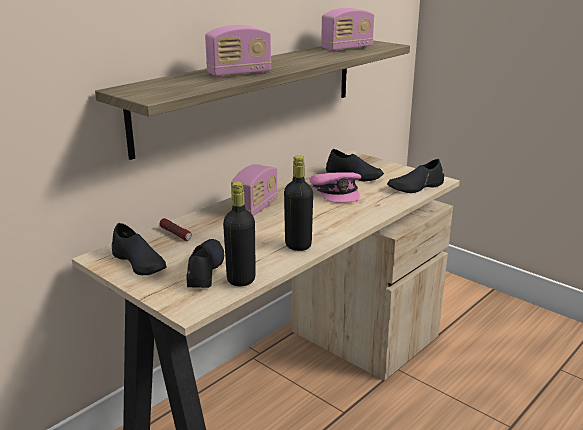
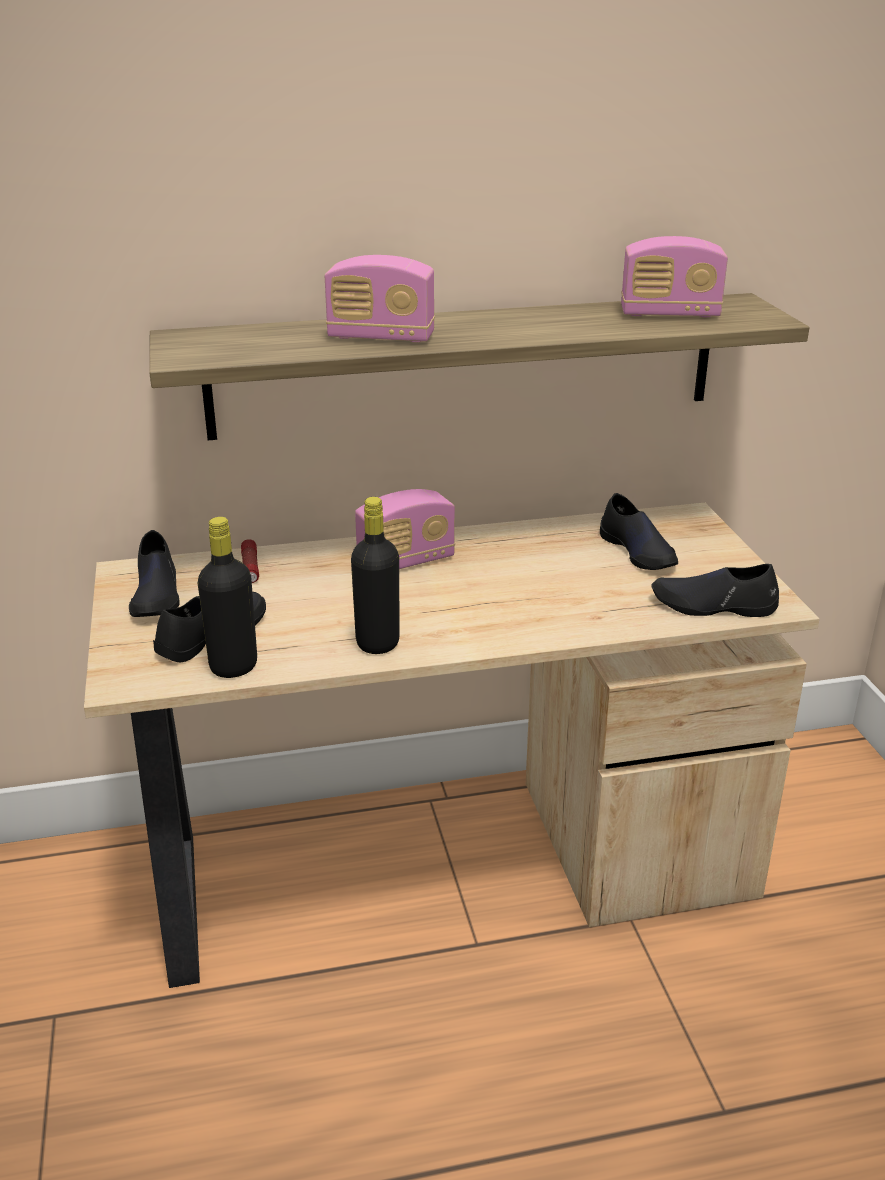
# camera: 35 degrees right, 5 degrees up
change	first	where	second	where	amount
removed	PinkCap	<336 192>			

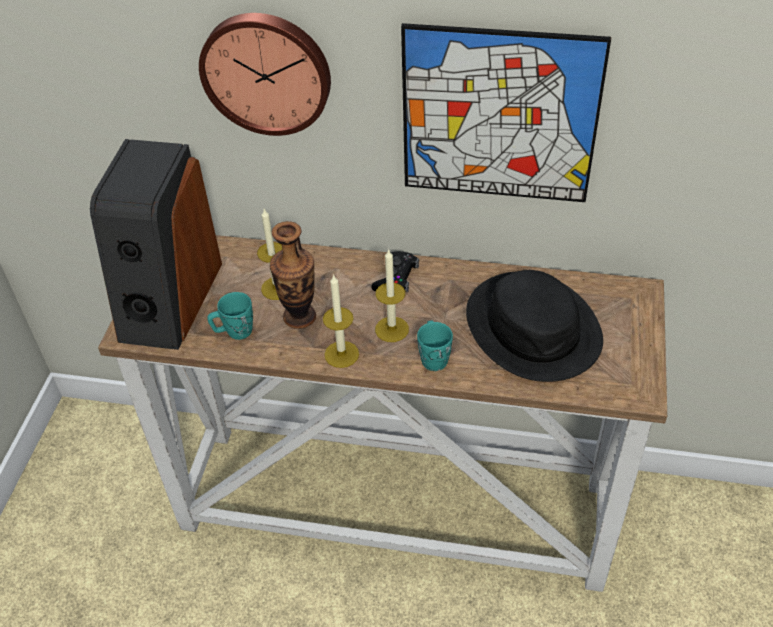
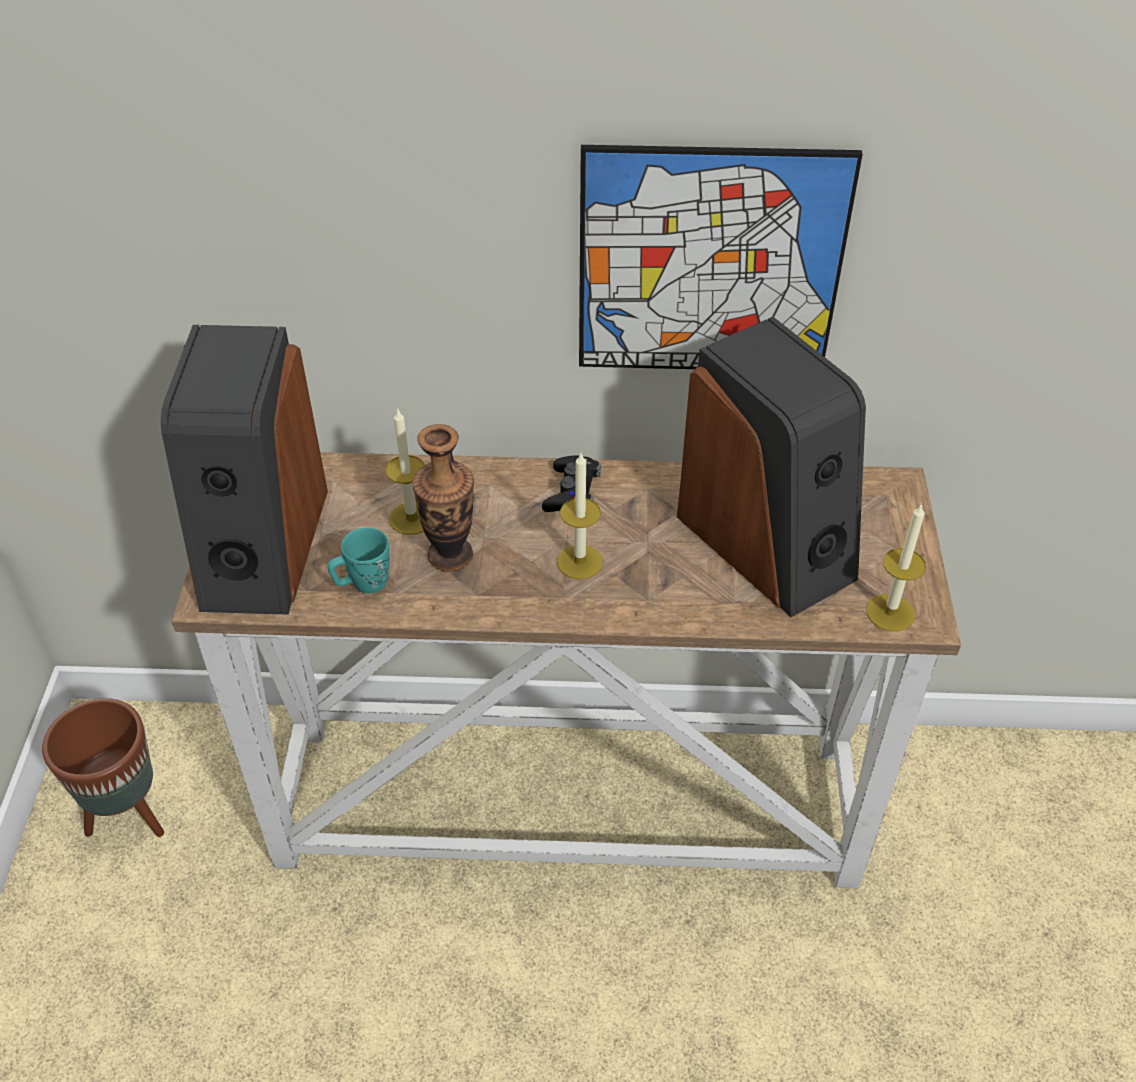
# camera: 10 degrees left, 0 degrees up
change	first	where	second	where	amount
removed	WallClock	<267 72>			
moved	Candle	<341 354>		<890 613>	
removed	TurquoiseMug	<433 357>			
replaced	BlackHat	<533 327>	Speaker	<767 543>	
added			BrownPlanter	<129 816>	

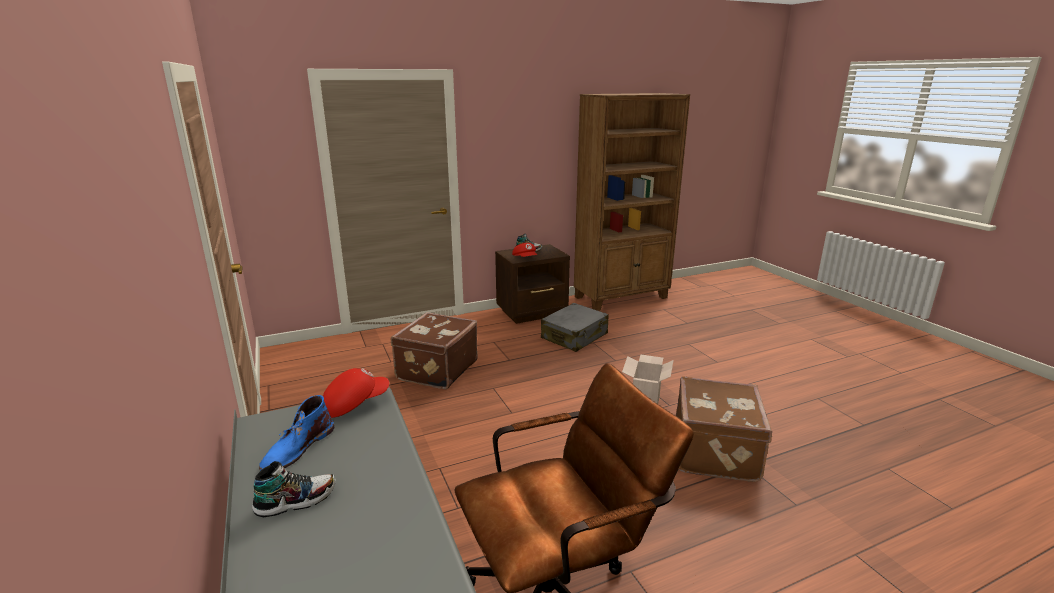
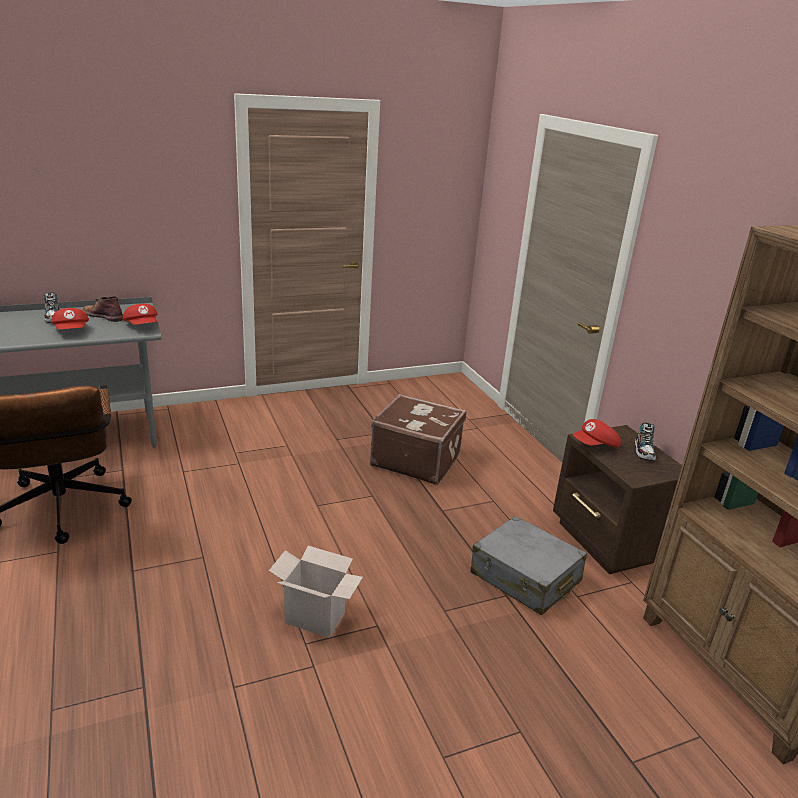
# camera: 90 degrees right, 5 degrees up
change	first	where	second	where	amount
recoloured	BlueBoot	<297 448>	BrownBoot	<103 316>	
removed	BrownSuitcase	<717 451>			
added			RedCap	<72 331>	

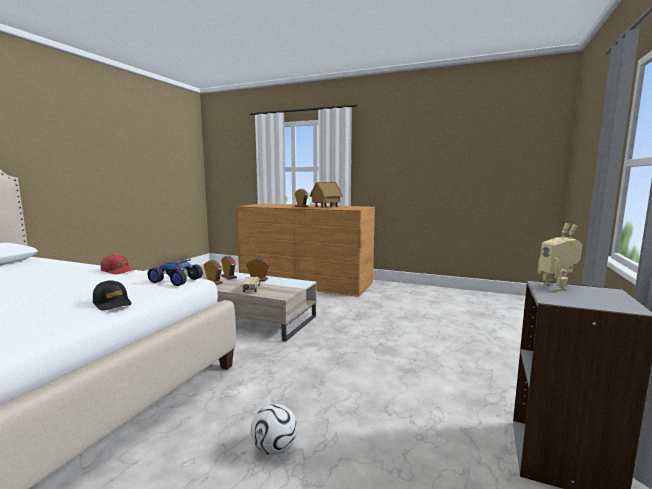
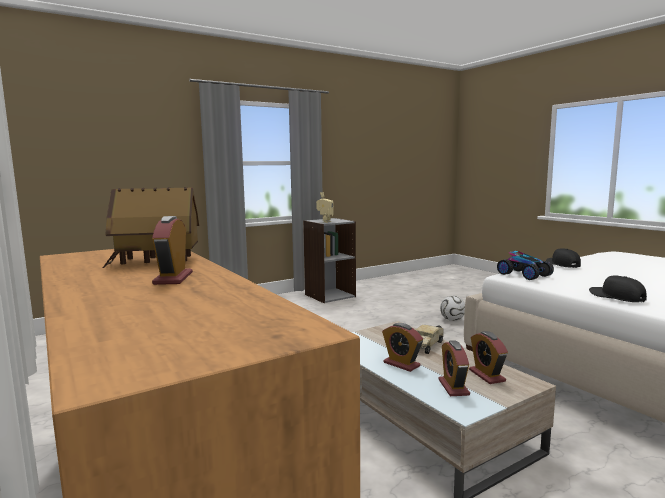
# camera: 145 degrees left, 0 degrees up
change	first	where	second	where	amount
recoloured	RedCap	<118 271>	BlackCap	<616 297>	

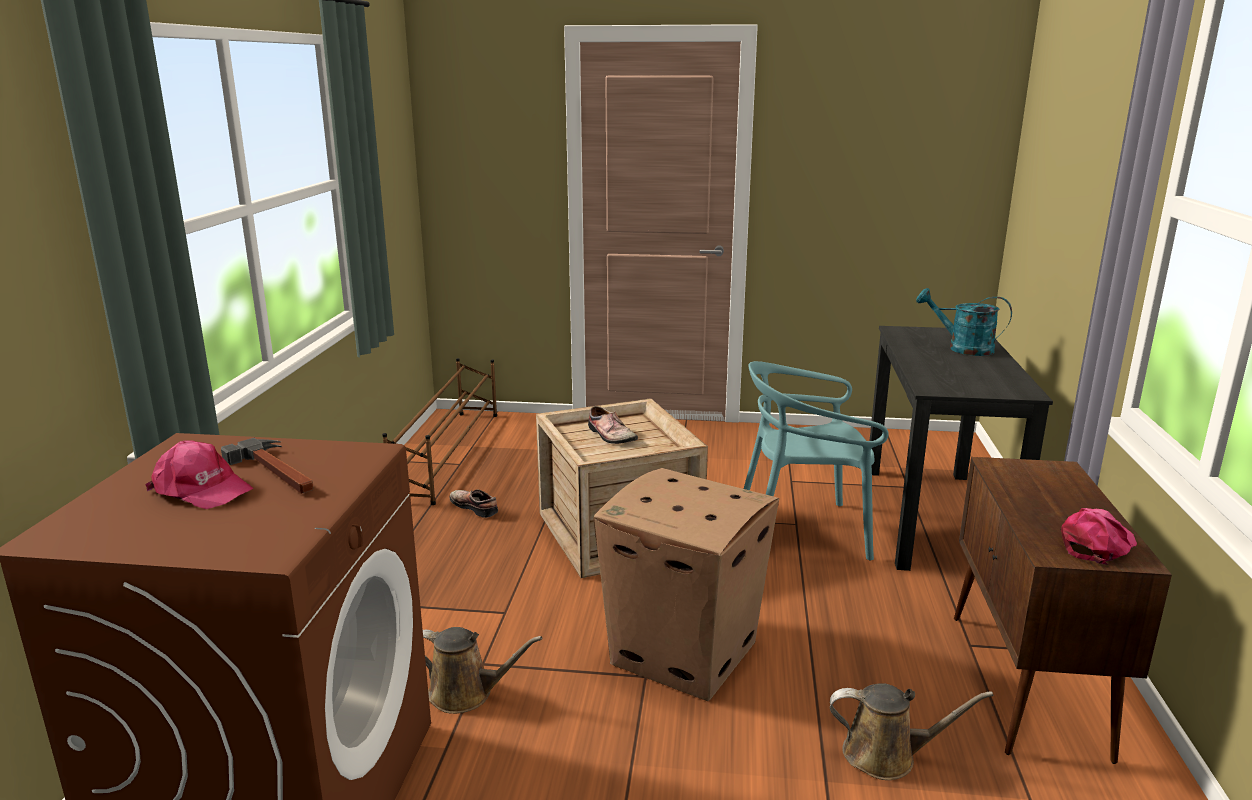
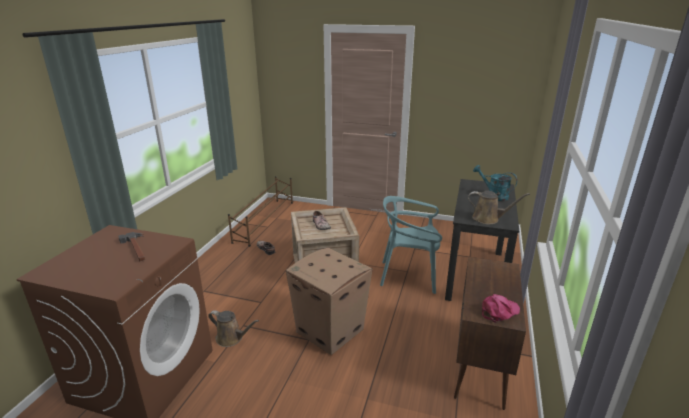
# camera: 10 degrees right, 5 degrees up
change	first	where	second	where	amount
removed	PinkCap	<201 490>			
moved	BrownWateringCan	<886 755>		<488 219>	

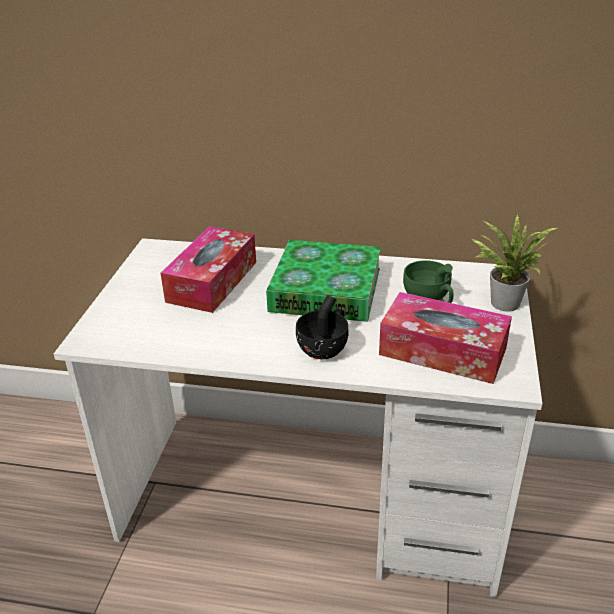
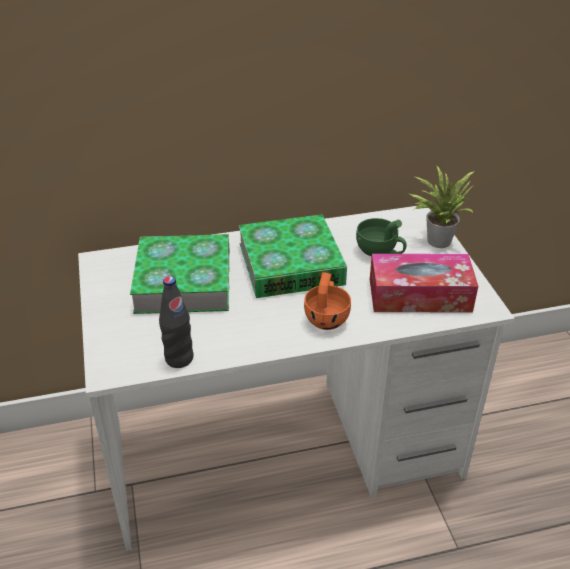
# camera: 25 degrees left, 5 degrees up
change	first	where	second	where	amount
replaced	TissueBox	<212 281>	Book	<183 281>	
recoloured	BlackCup	<325 347>	OrangeCup	<327 317>	
added			BlackBottle	<179 358>	

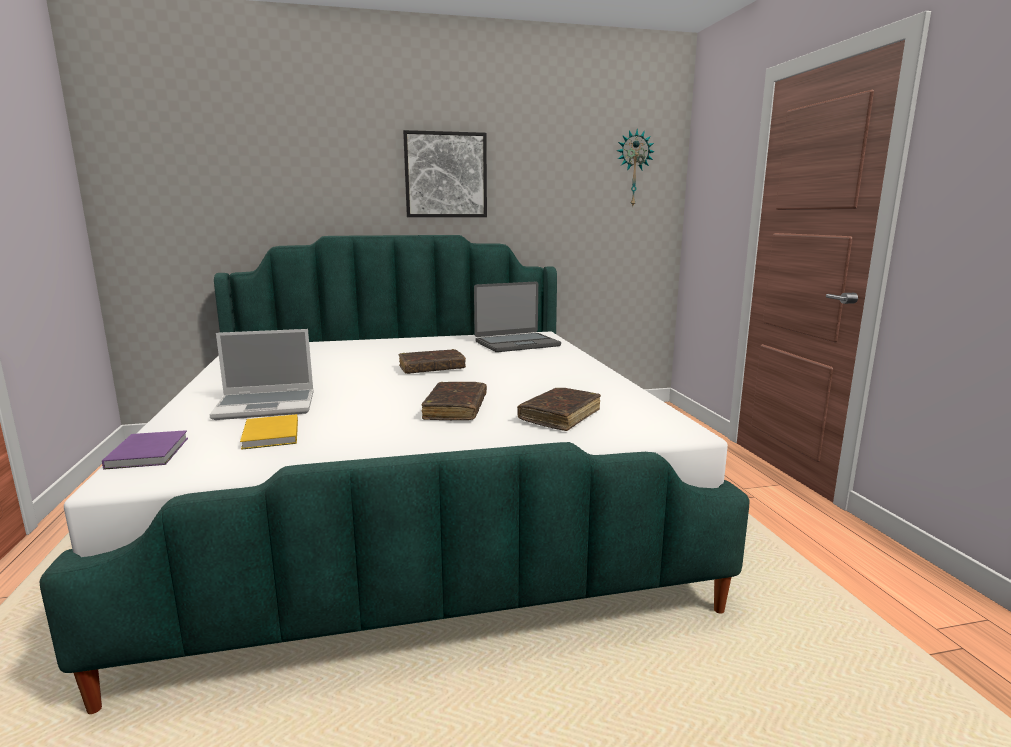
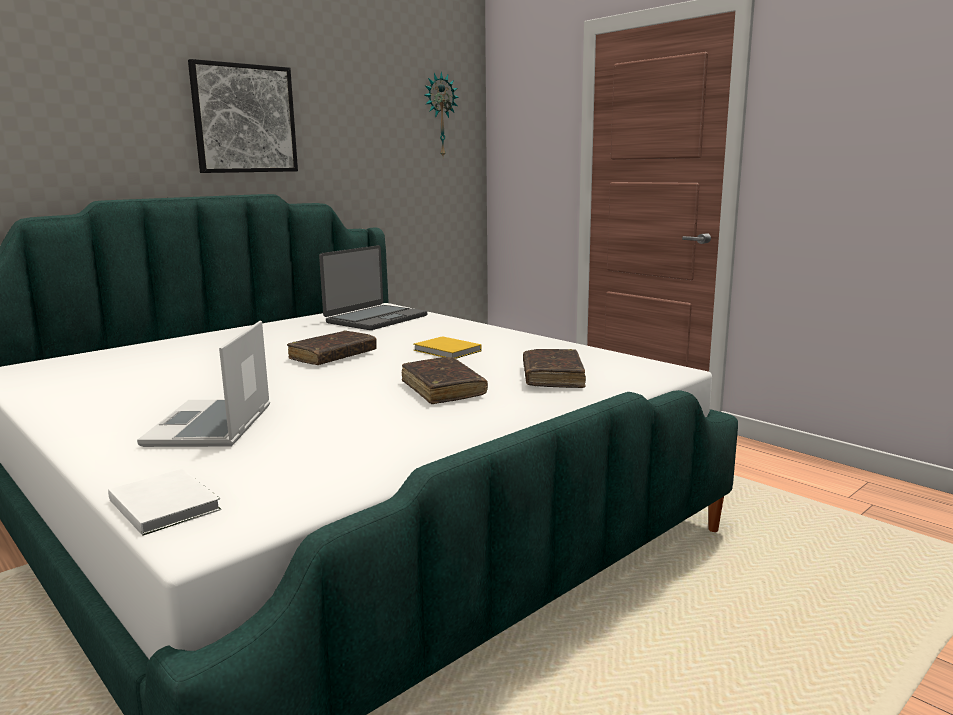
# camera: 30 degrees left, 0 degrees up
change	first	where	second	where	amount
recoloured	PurpleBook	<150 452>	WhiteBook	<165 503>	
turned	Laptop	<267 406>		<211 426>	135 degrees clockwise
moved	YellowBook	<269 435>		<447 351>	

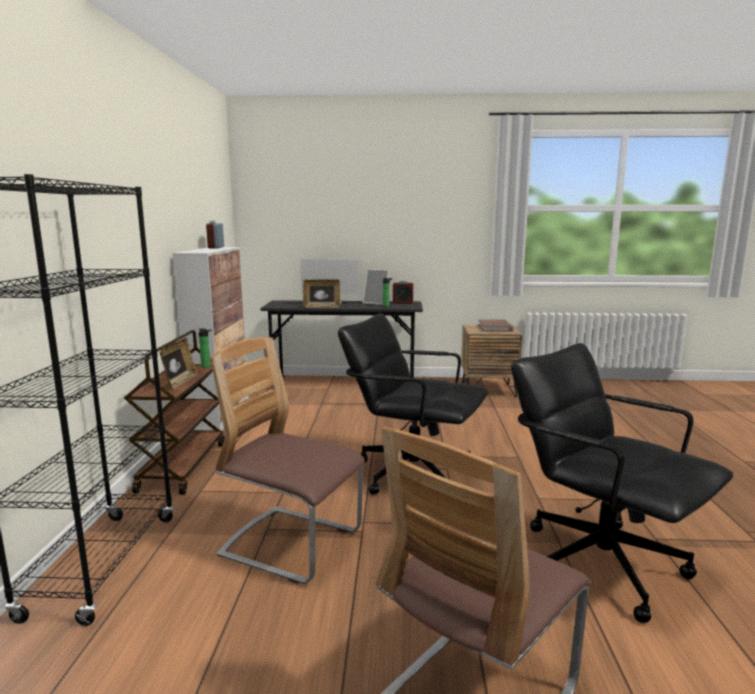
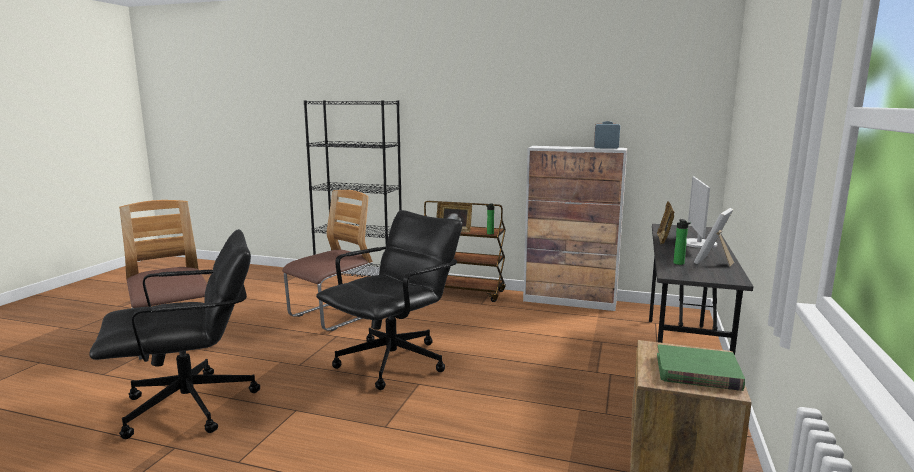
# camera: 105 degrees right, 0 degrees up
change	first	where	second	where	amount
removed	AlarmClock	<402 303>			
recoloured	BrownBook	<495 328>	GreenBook	<697 372>	

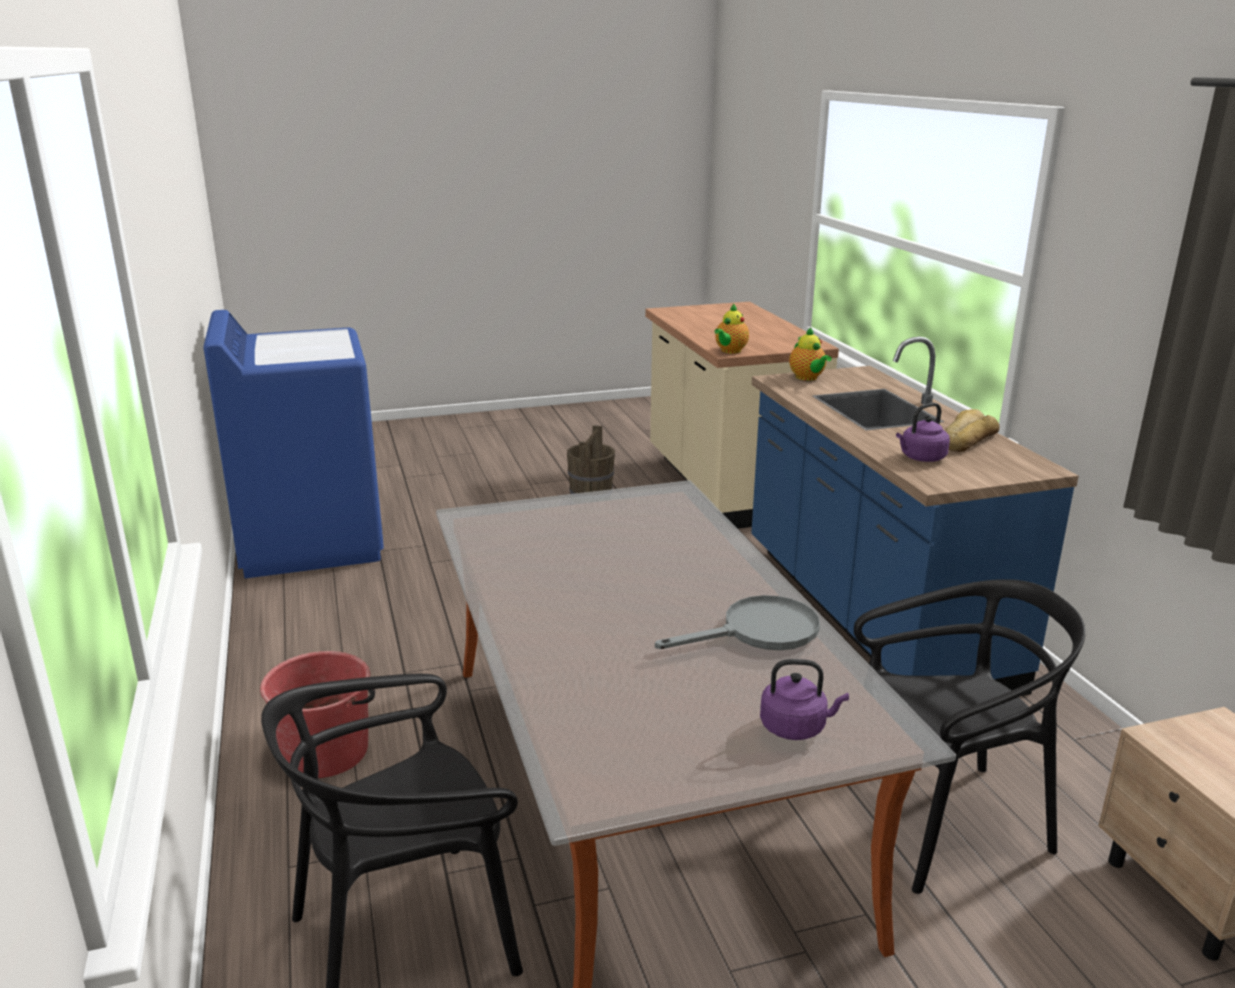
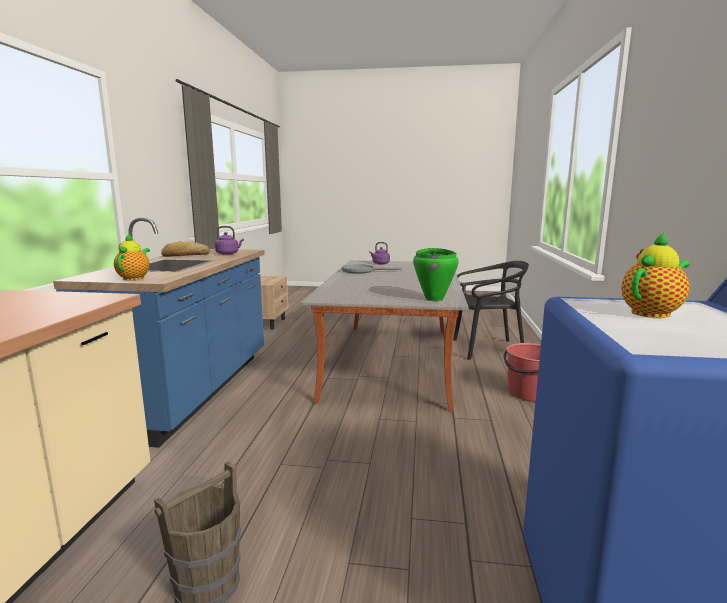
# camera: 155 degrees left, 10 degrees down
change	first	where	second	where	amount
moved	Teapot	<730 351>		<652 313>	
removed	BlackChair	<943 821>			
added			GreenCookingPot	<434 299>	

